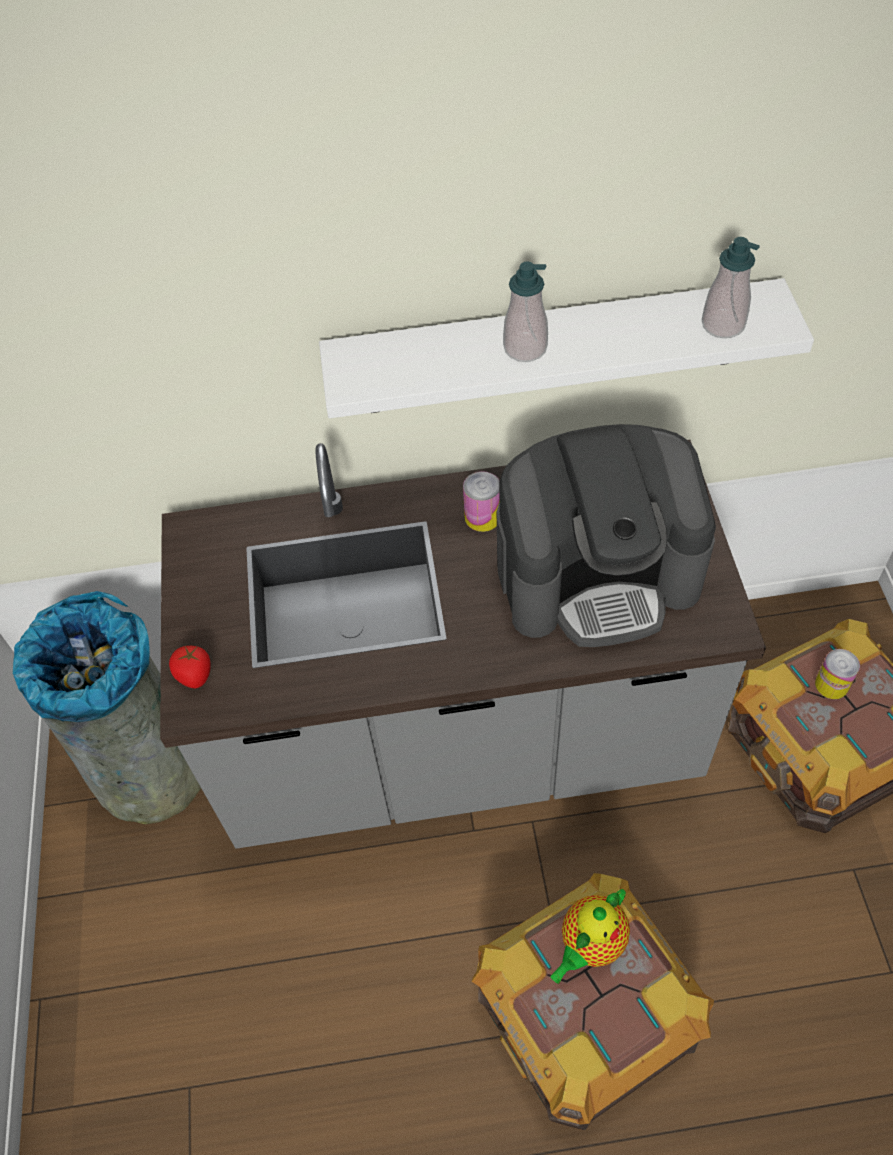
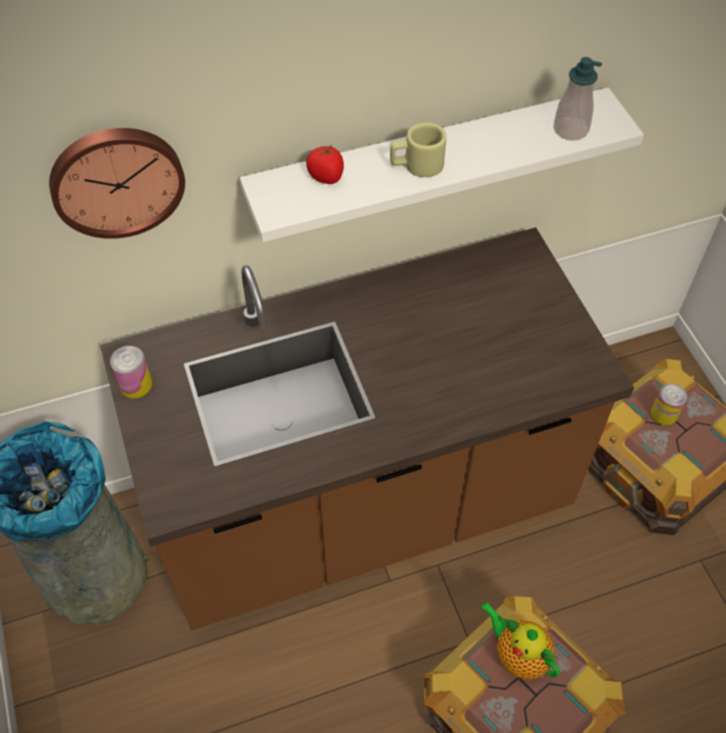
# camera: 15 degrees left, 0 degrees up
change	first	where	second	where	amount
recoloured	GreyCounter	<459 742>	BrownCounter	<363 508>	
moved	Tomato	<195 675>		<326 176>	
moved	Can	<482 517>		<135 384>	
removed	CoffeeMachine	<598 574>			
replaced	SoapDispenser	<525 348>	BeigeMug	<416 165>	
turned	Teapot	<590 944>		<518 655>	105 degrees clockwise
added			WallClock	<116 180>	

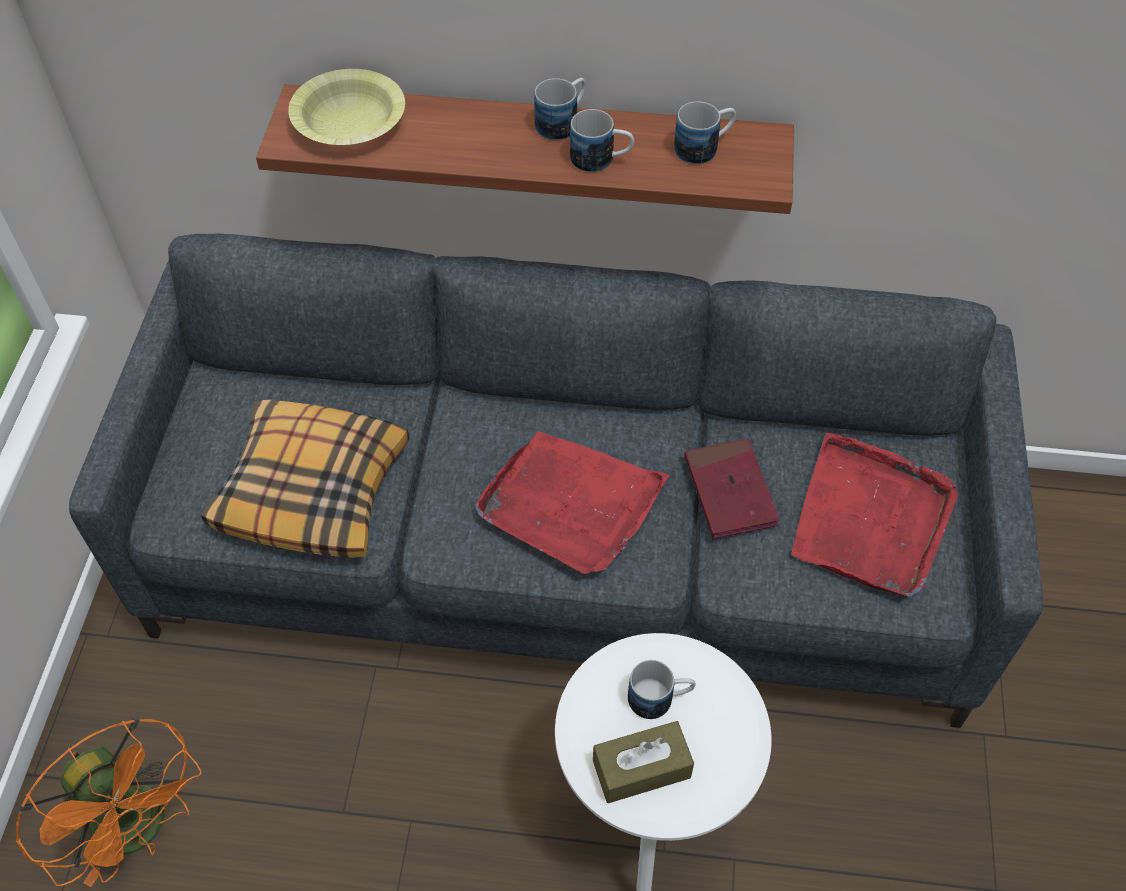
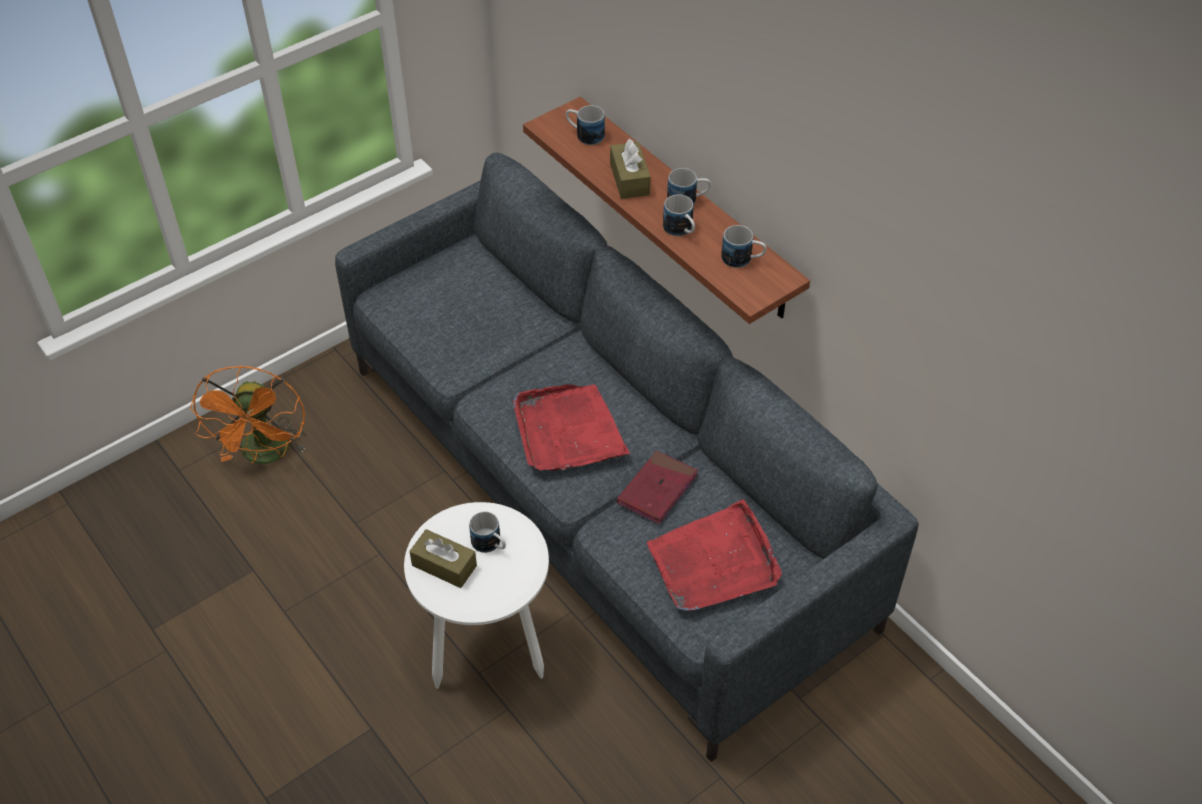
# camera: 45 degrees right, 5 degrees down
change	first	where	second	where	amount
removed	Pillow	<313 489>			
replaced	YellowBowl	<349 123>	Mug	<584 135>	
added			BrownTissueBox	<629 179>	

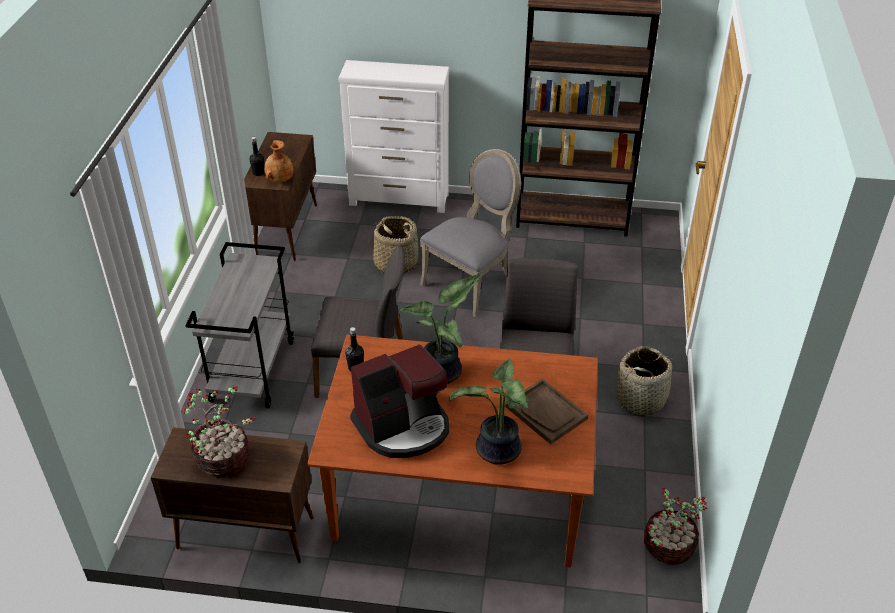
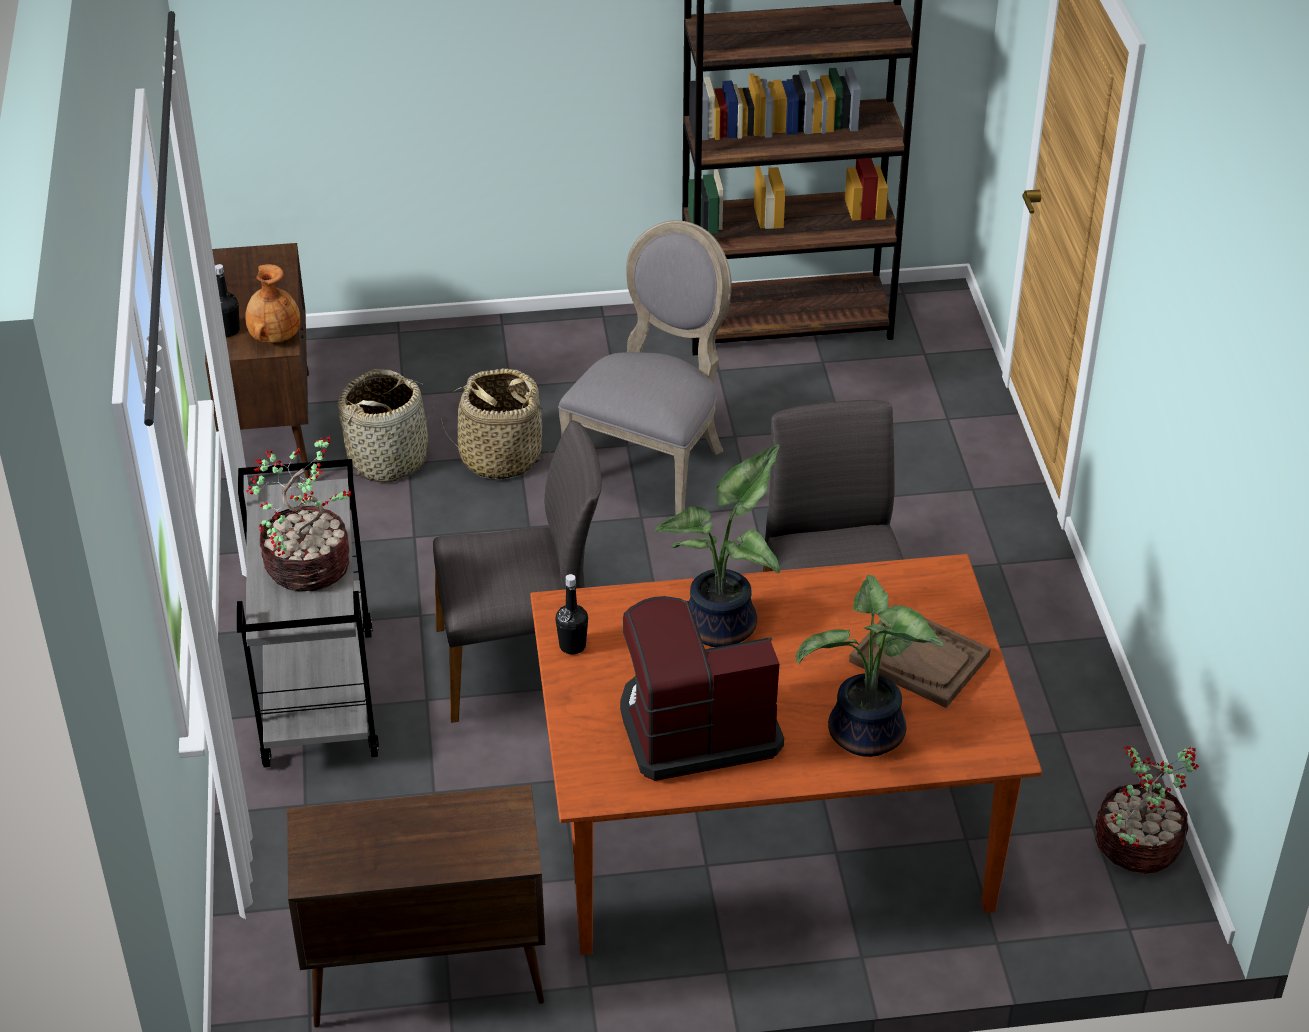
# camera: 15 degrees left, 0 degrees up
change	first	where	second	where	amount
moved	PottedPlant	<225 459>		<310 565>	
removed	WhiteDresser	<400 200>			
turned	CoffeeMachine	<403 426>		<695 727>	150 degrees counterclockwise
moved	Basket	<641 399>		<389 458>	

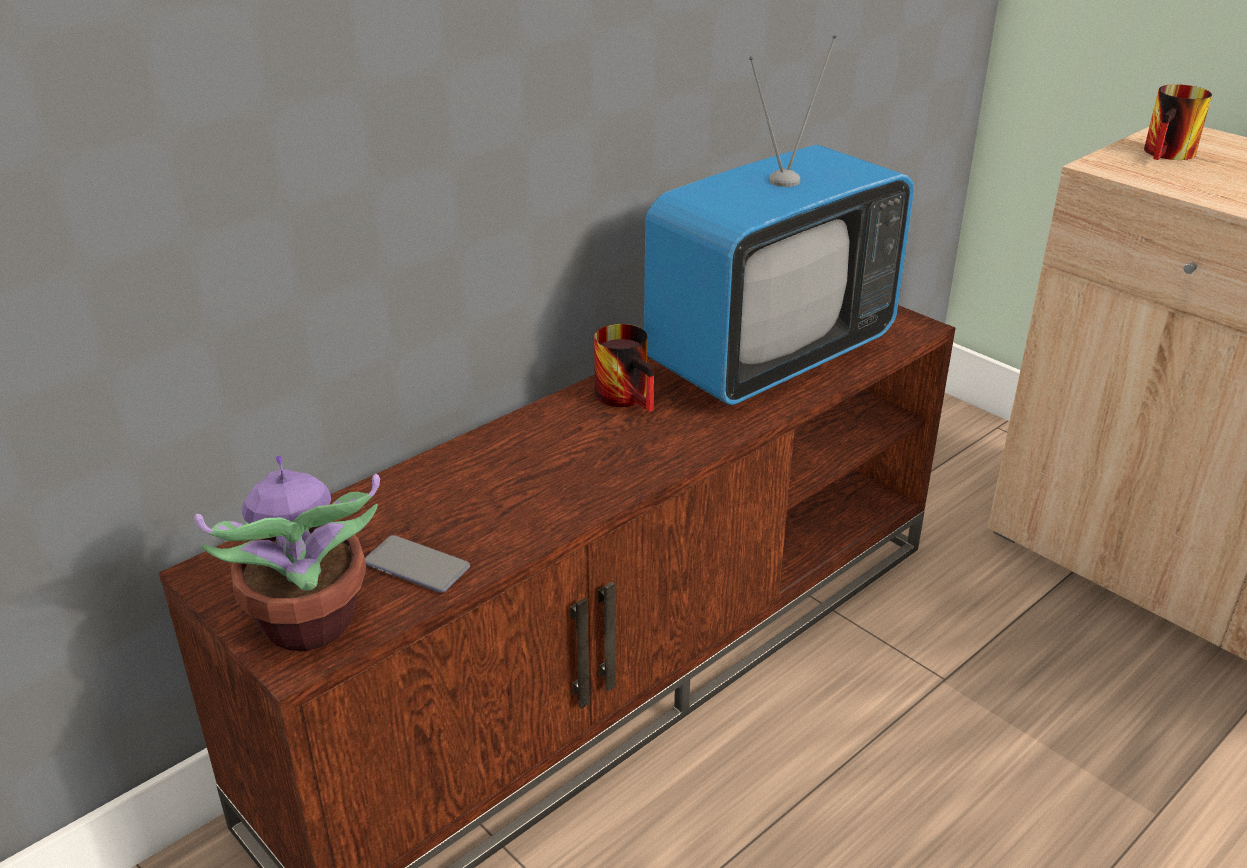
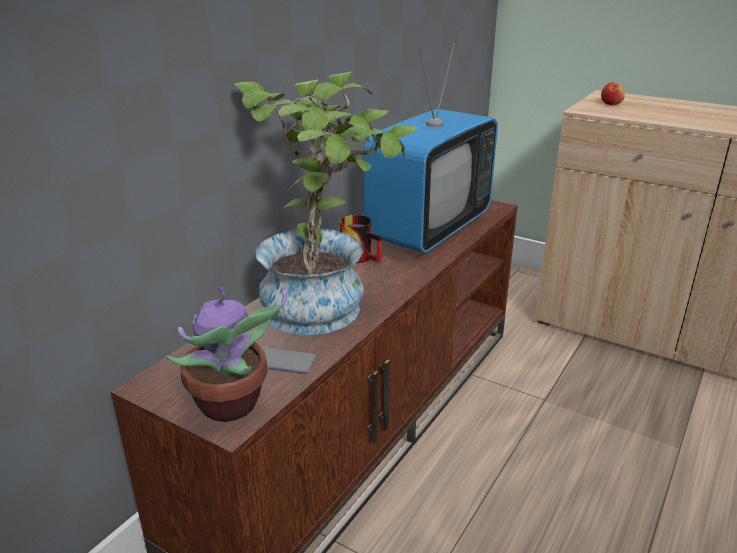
# camera: 15 degrees left, 5 degrees down
change	first	where	second	where	amount
replaced	Mug	<1171 155>	Apple	<611 103>	
added			PottedPlant	<326 304>	

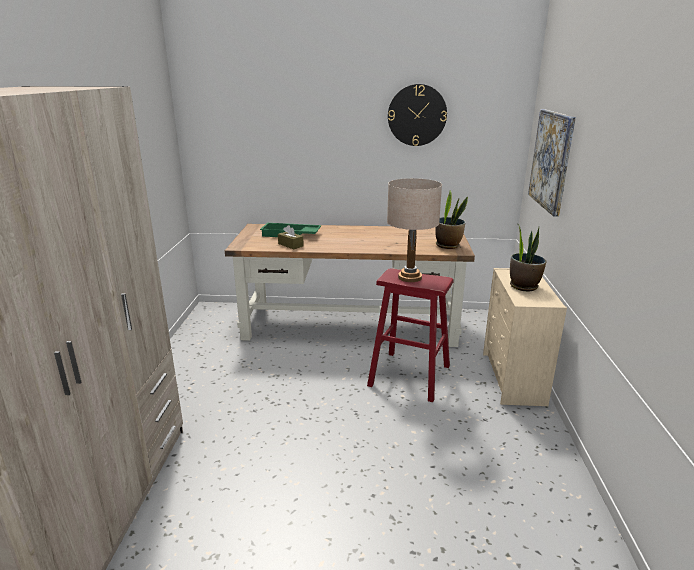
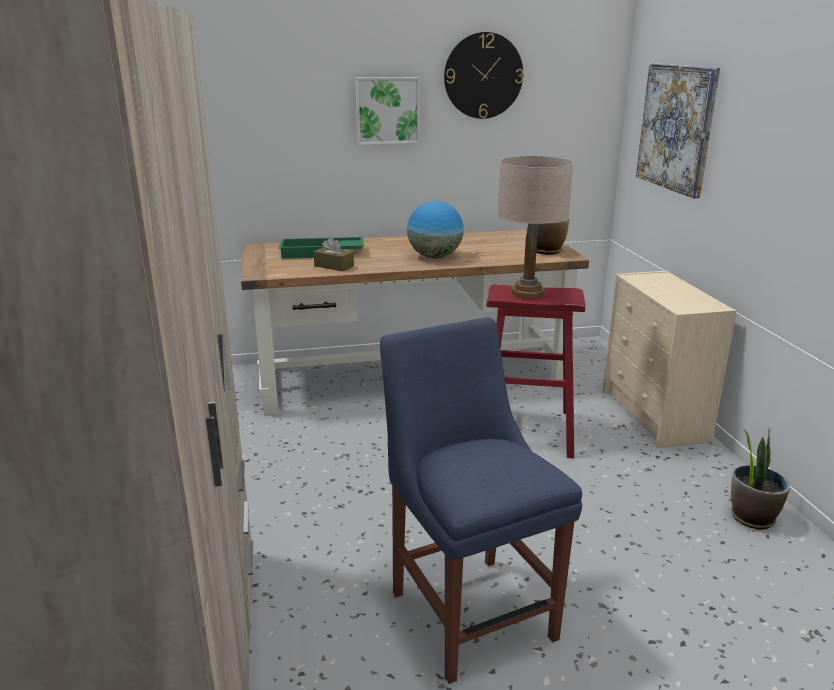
# camera: 15 degrees left, 0 degrees up
change	first	where	second	where	amount
moved	PottedPlant	<523 286>		<752 517>	
added			Picture	<387 110>	
added			BlueChair	<469 609>	
added			Globe	<434 257>	

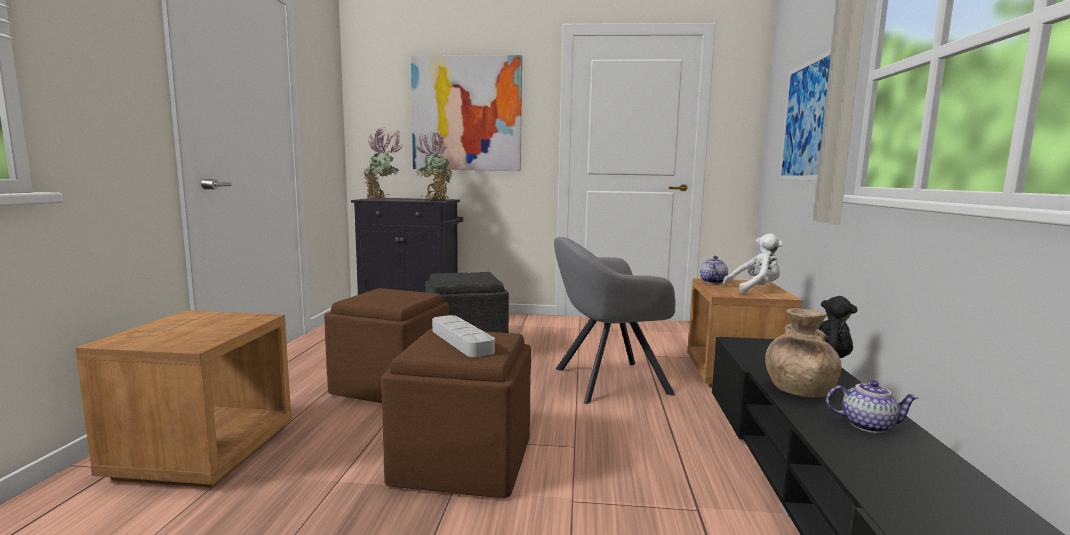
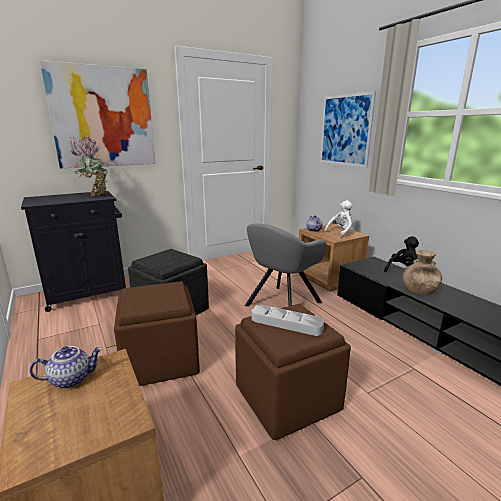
# camera: 35 degrees left, 10 degrees up
change	first	where	second	where	amount
removed	PottedPlant	<382 199>			
moved	Teapot	<868 425>		<72 379>	

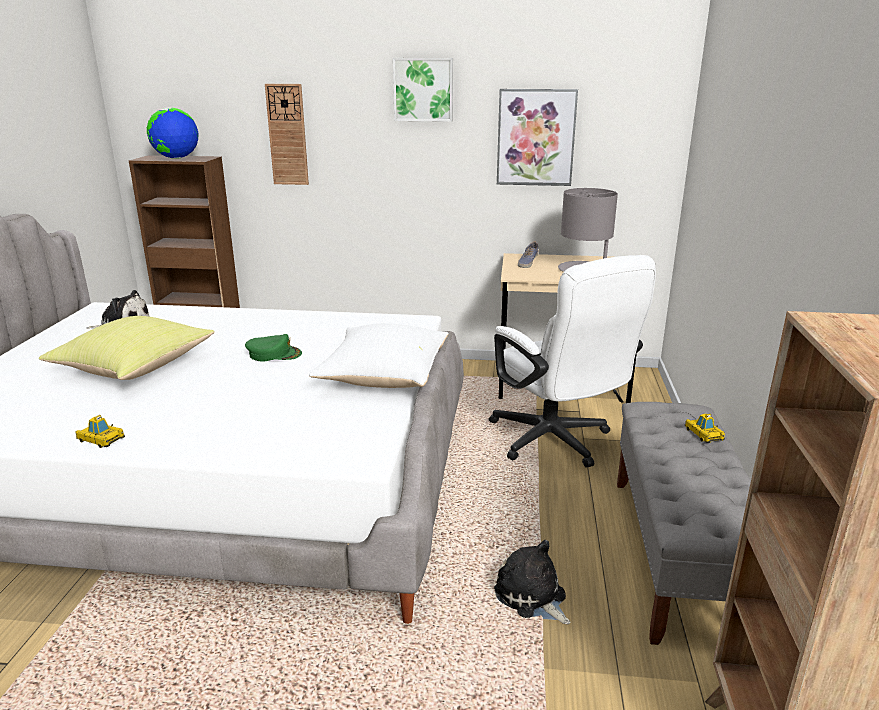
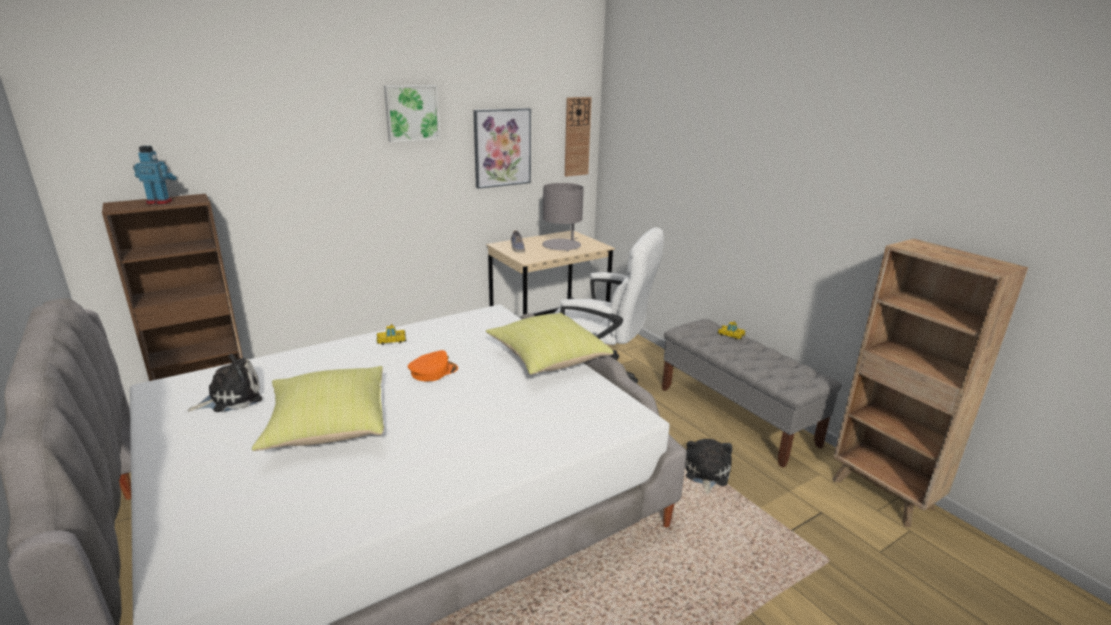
# camera: 40 degrees left, 0 degrees up
change	first	where	second	where	amount
moved	ToyCar	<101 439>		<391 340>	
replaced	Globe	<176 158>	ToyRobot	<159 202>	
recoloured	GreenCap	<274 354>	OrangeCap	<433 371>	
moved	WallClock	<287 135>		<577 137>	
recoloured	WhitePillow	<384 377>	YellowPillow	<546 360>	
turned	PlushToy	<532 597>		<706 474>	90 degrees clockwise

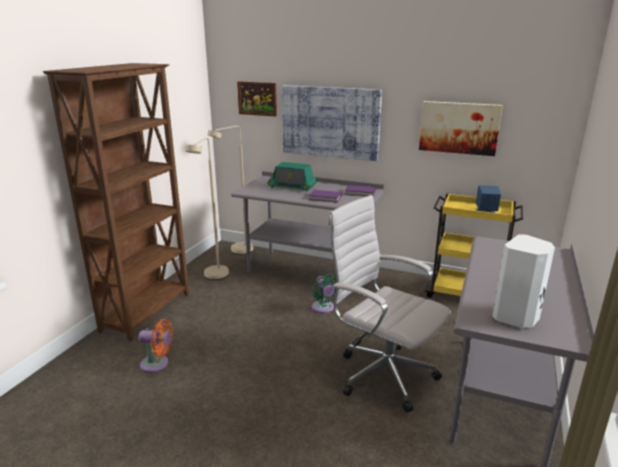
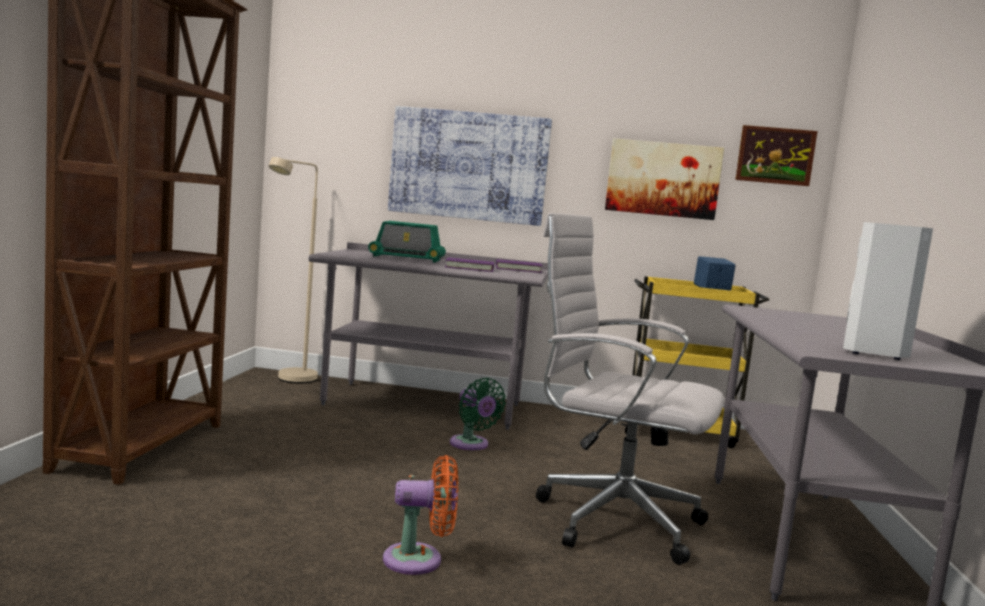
# camera: 15 degrees left, 15 degrees down
change	first	where	second	where	amount
moved	OrangeFan	<157 364>		<419 560>	
removed	BeigeFloorLamp	<214 277>			
moved	Picture	<257 98>		<775 155>	

